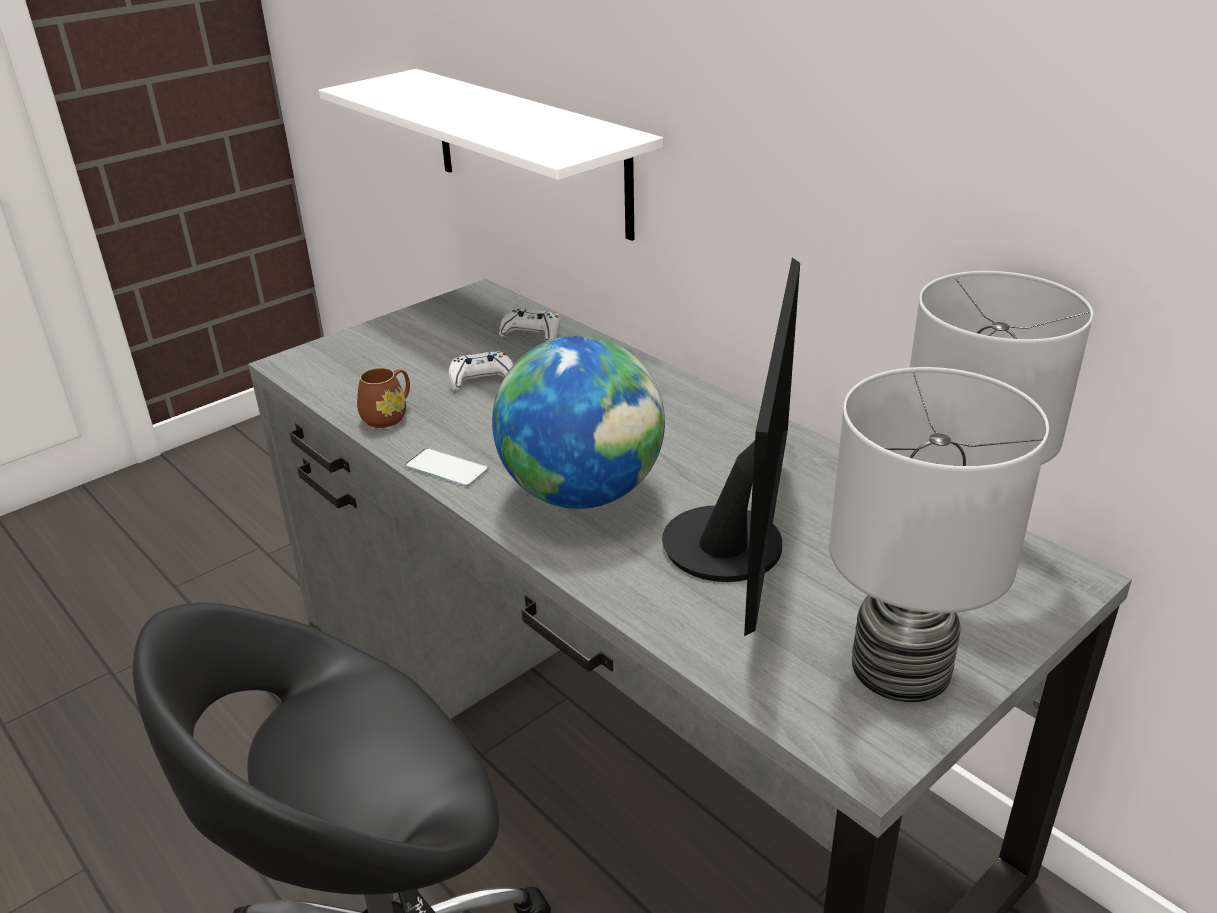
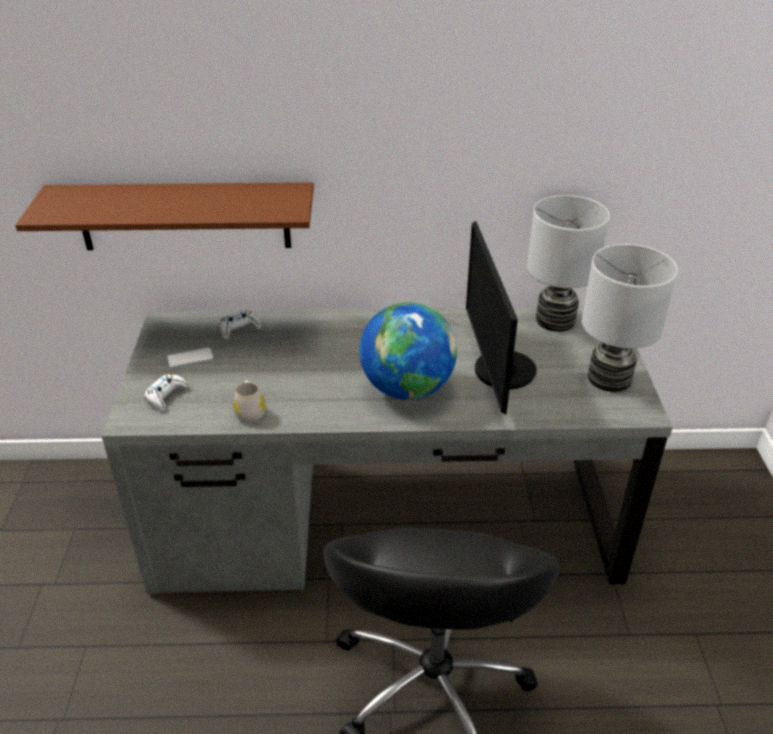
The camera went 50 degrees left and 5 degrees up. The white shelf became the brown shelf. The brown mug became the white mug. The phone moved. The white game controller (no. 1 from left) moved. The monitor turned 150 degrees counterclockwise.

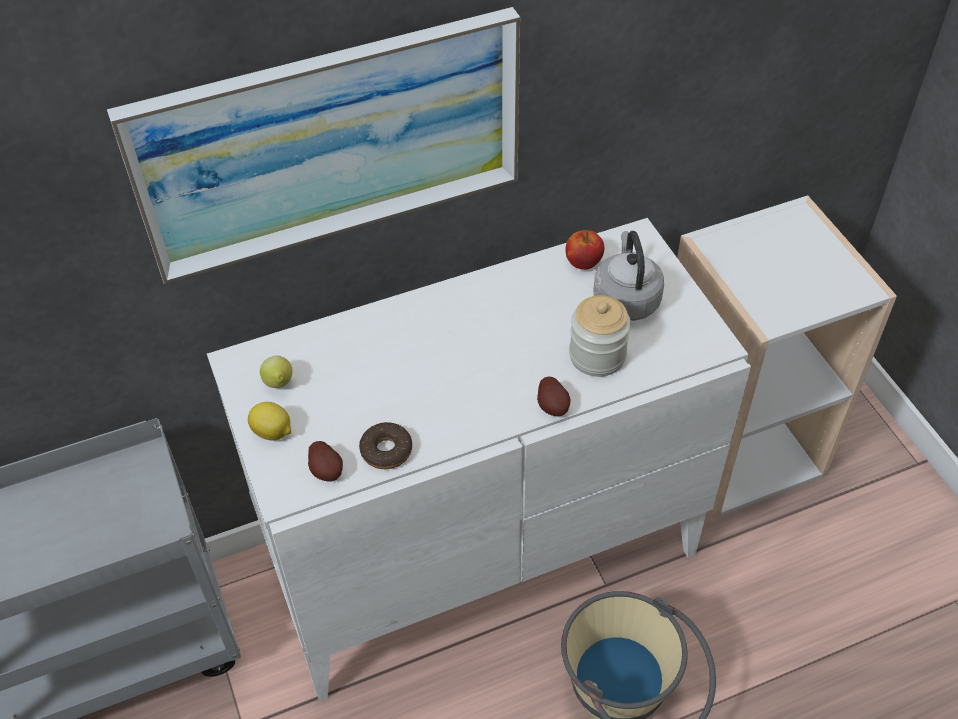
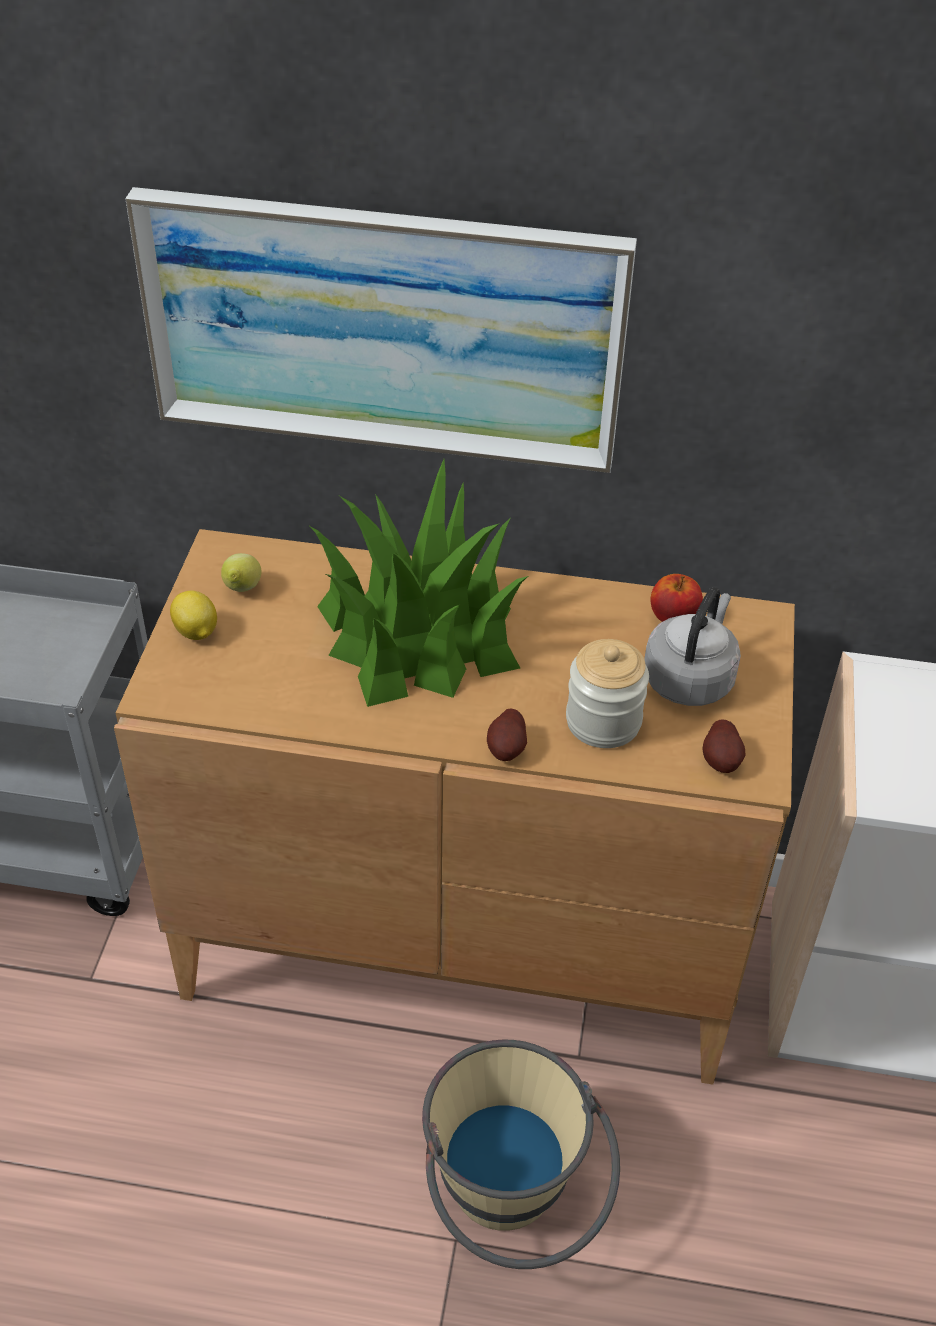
The camera went 30 degrees right and 5 degrees down. The white cabinet became the brown cabinet. The potato (no. 1 from left in the first image) moved. The donut disappeared. The potted plant appeared.

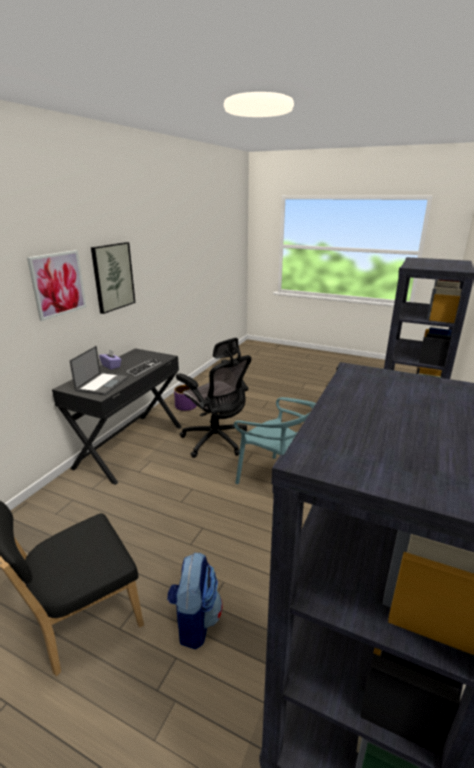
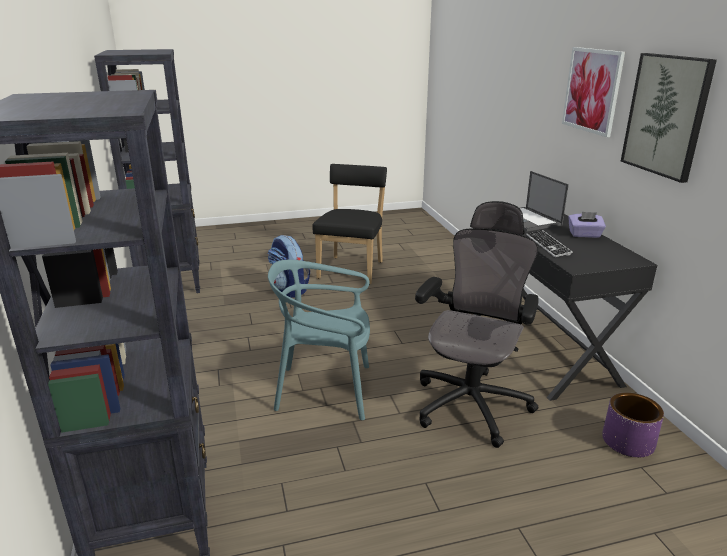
The camera went 140 degrees right and 0 degrees up. The office chair turned 105 degrees clockwise.

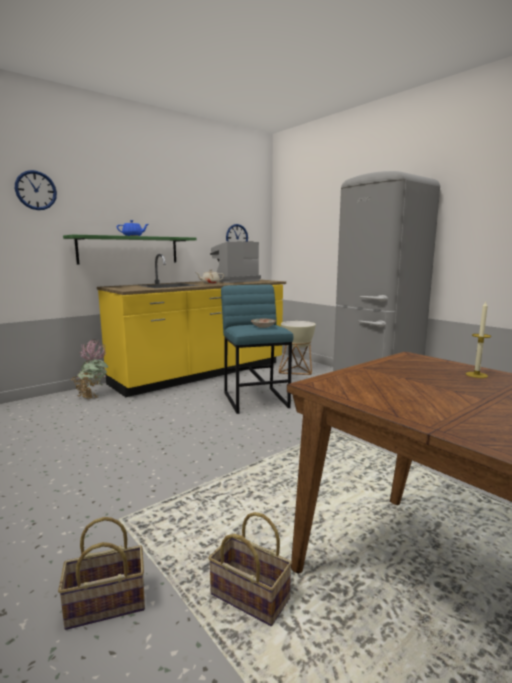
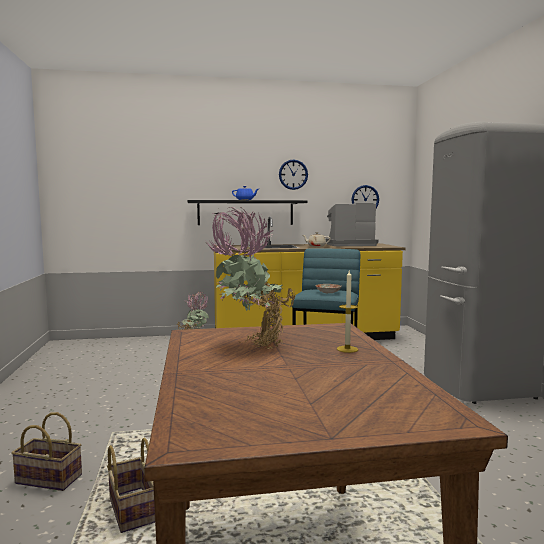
The camera went 30 degrees right and 5 degrees down. The wall clock (no. 1 from left) moved. The green shelf became the black shelf. The planter disappeared. The potted plant (no. 2 from left) appeared.

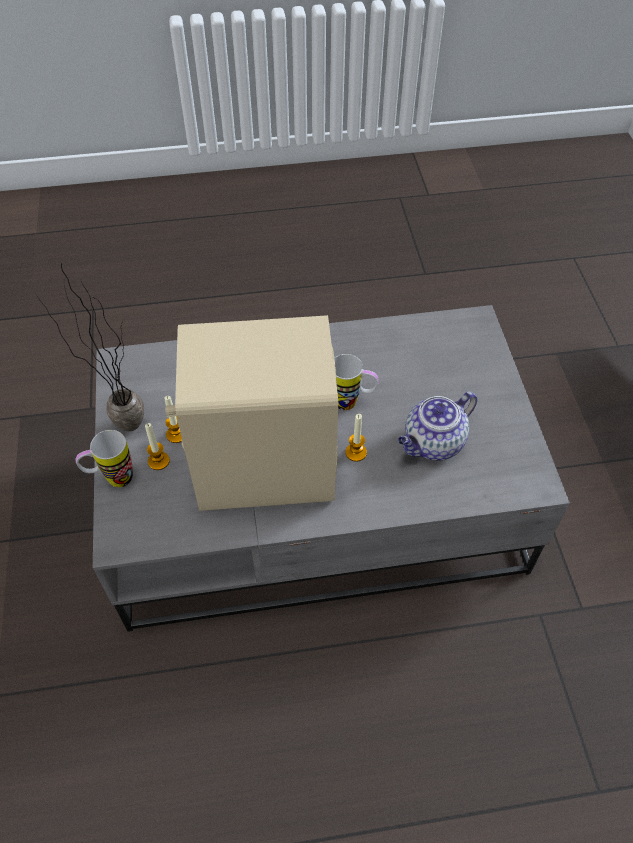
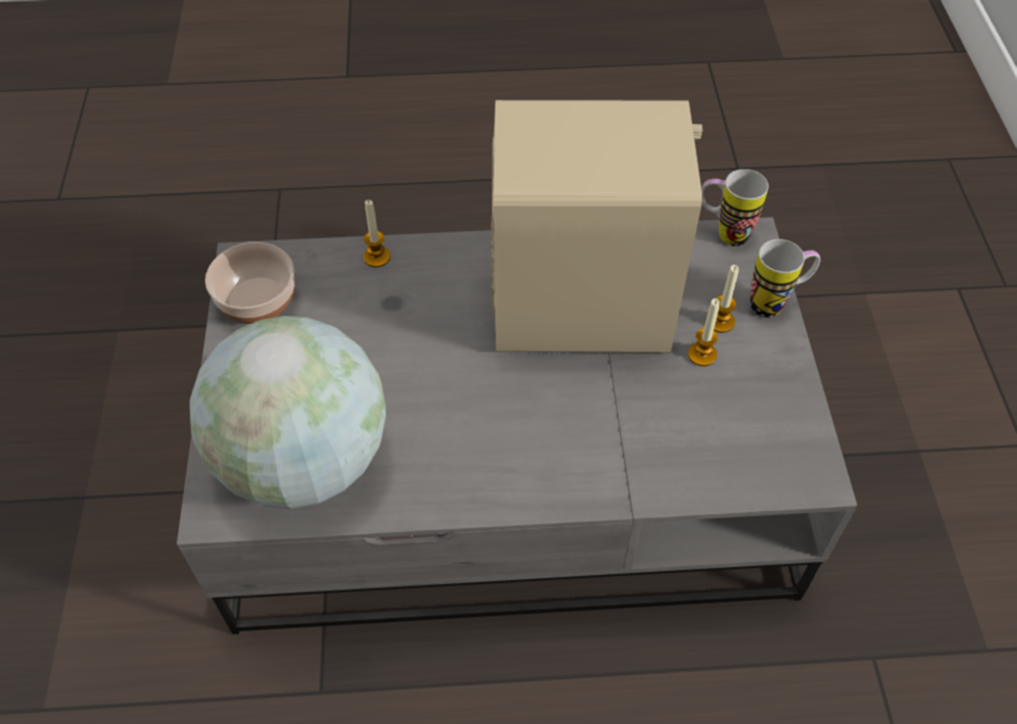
The camera went 175 degrees left and 0 degrees up. The potted plant disappeared. The mug (no. 2 from left in the first image) moved. The candle (no. 3 from left in the first image) moved. The teapot disappeared. The globe appeared. The bowl appeared.

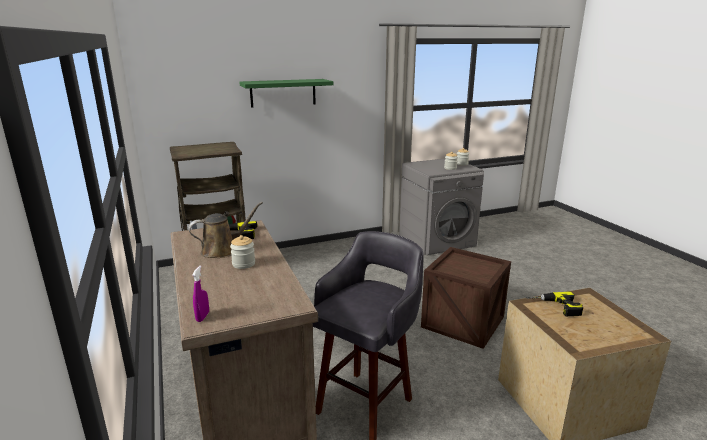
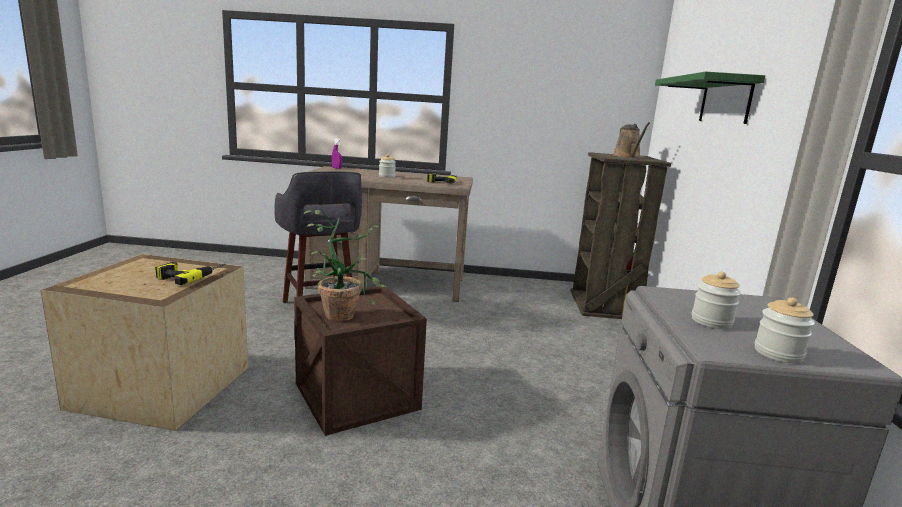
The camera went 115 degrees right and 5 degrees down. The brown watering can moved. The potted plant appeared.

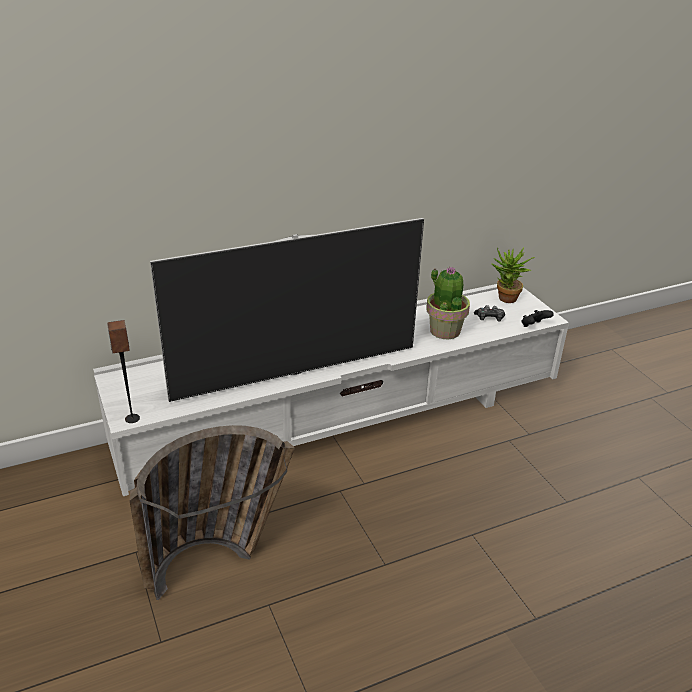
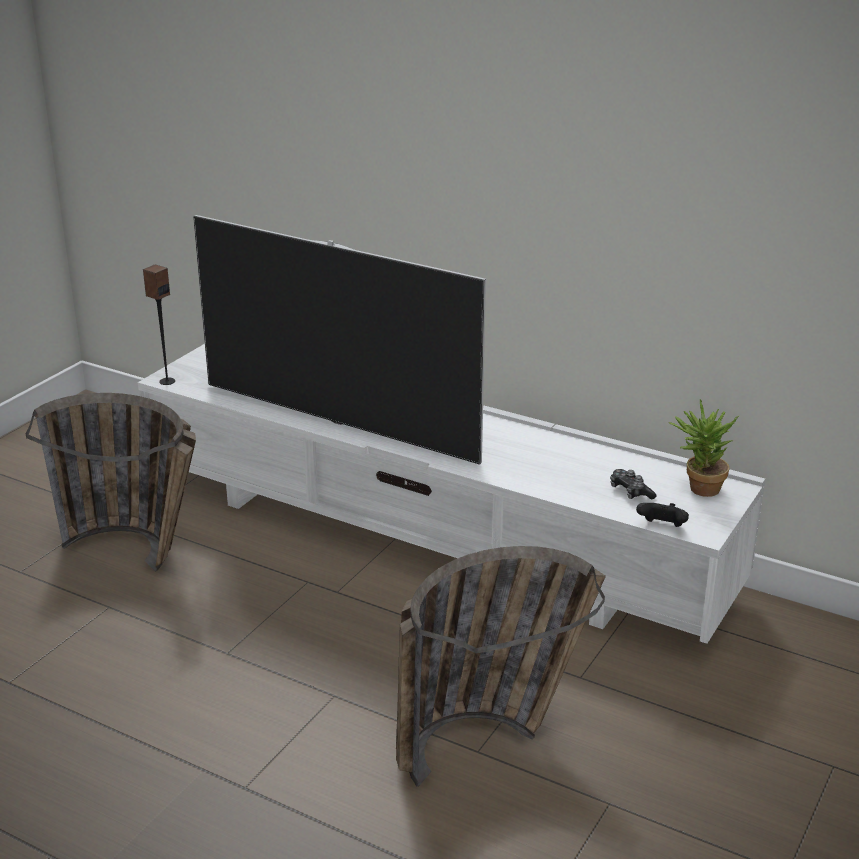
The camera went 55 degrees right and 5 degrees down. The potted plant (no. 1 from left) disappeared. The basket (no. 2 from left) appeared.

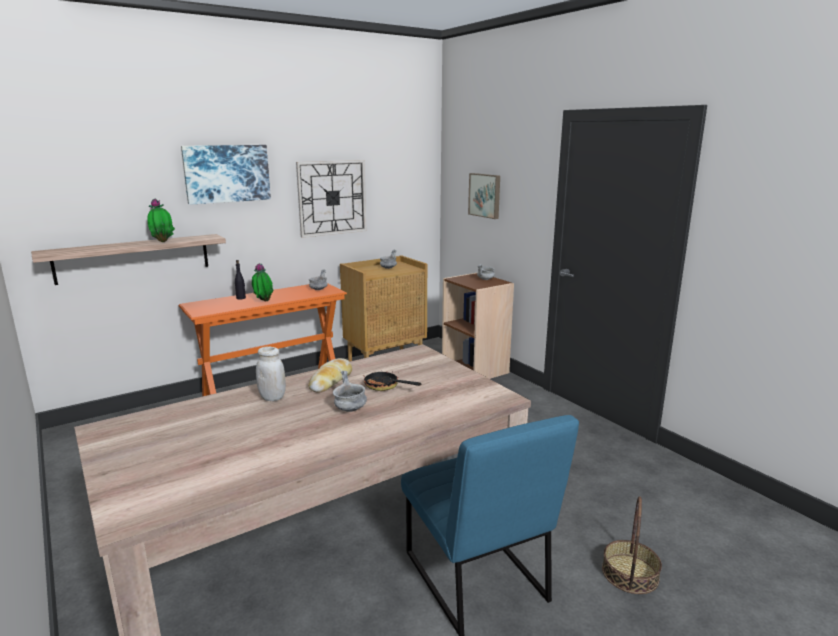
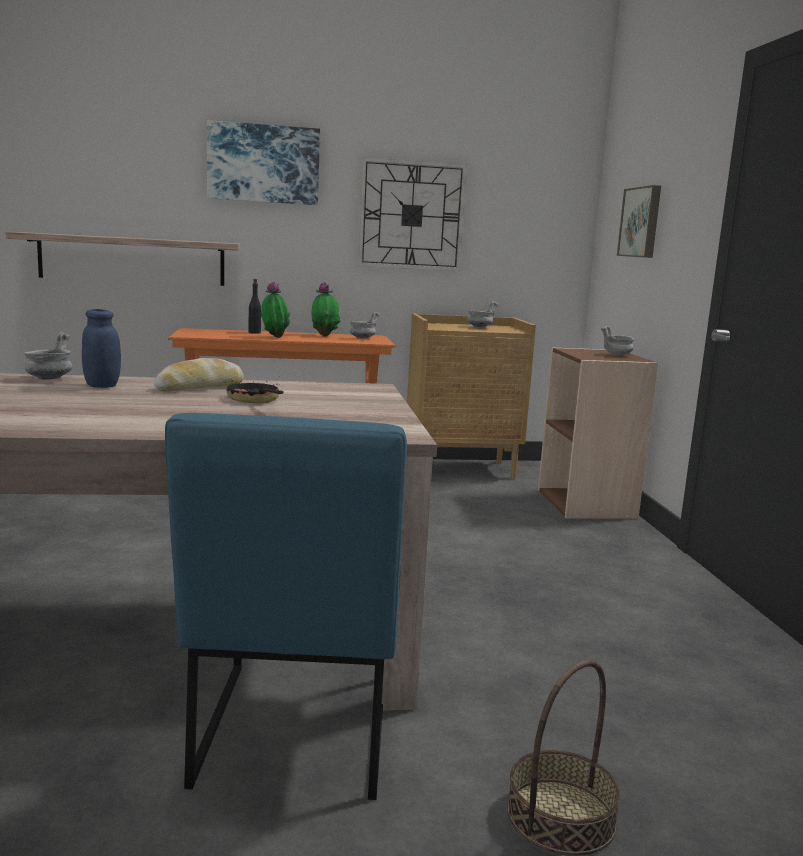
The camera went 25 degrees right and 5 degrees down. The potted plant (no. 1 from left in the first image) moved. The white jar became the blue jar. The grey bowl (no. 2 from left in the first image) moved.

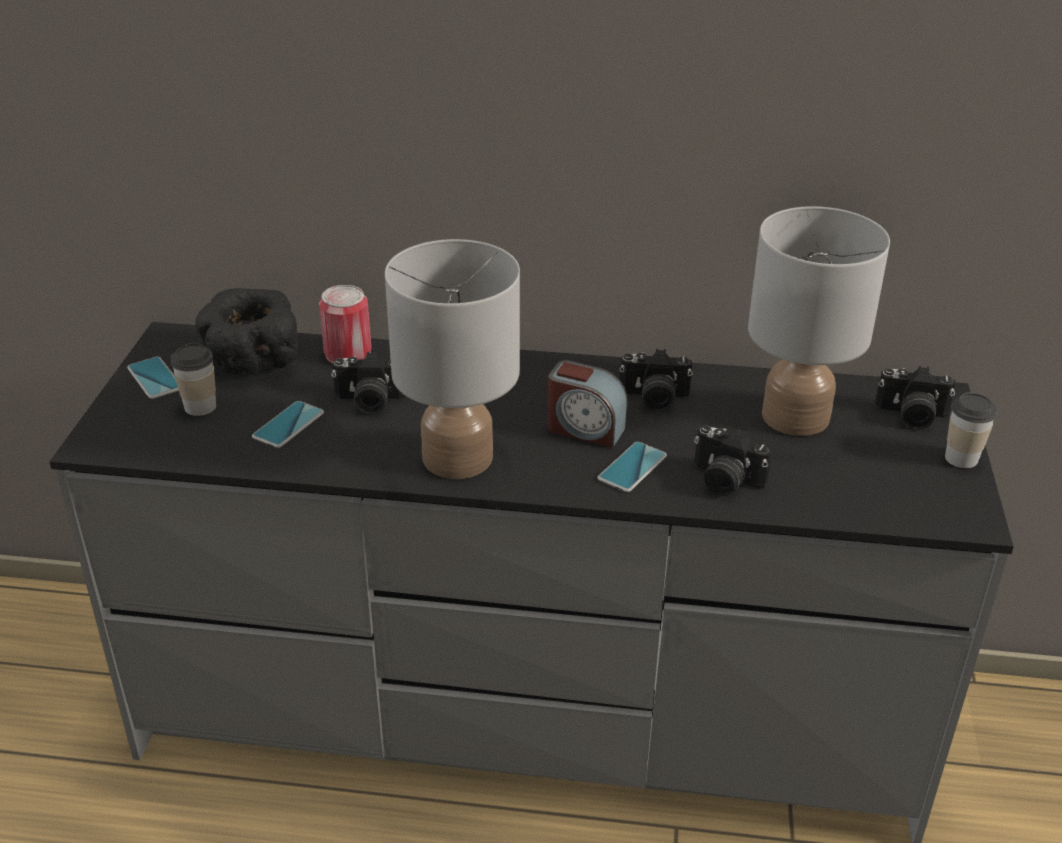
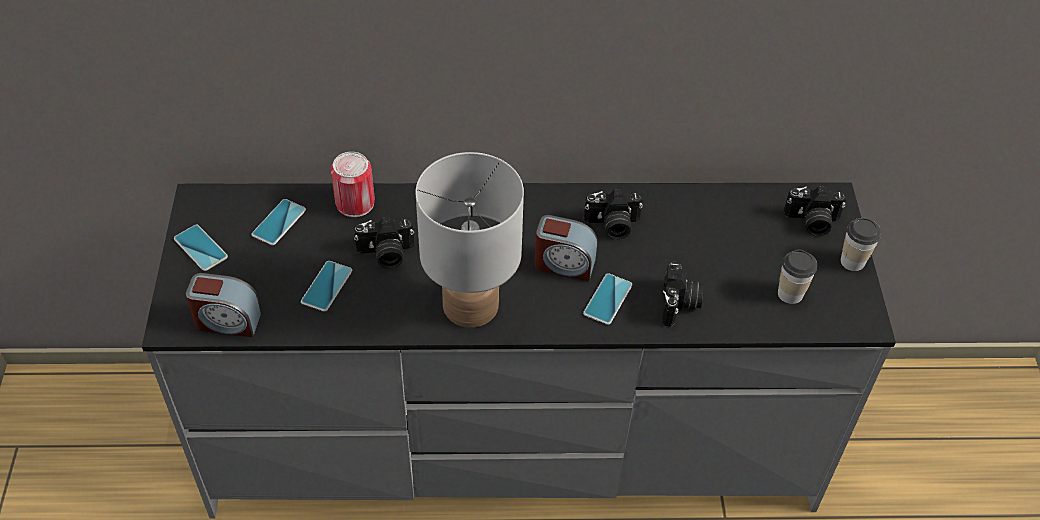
The camera went 10 degrees left and 15 degrees up. The cup (no. 1 from left) moved. The black bowl was replaced by the phone (no. 2 from left). The photo camera (no. 3 from left) turned 105 degrees counterclockwise. The grey table lamp (no. 2 from left) disappeared. The alarm clock (no. 1 from left) appeared.

